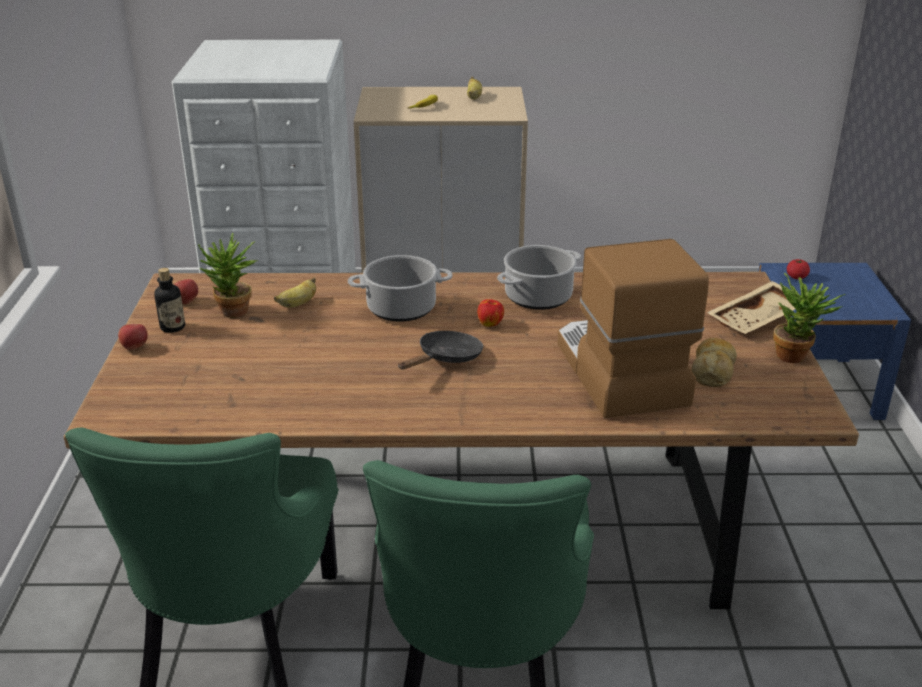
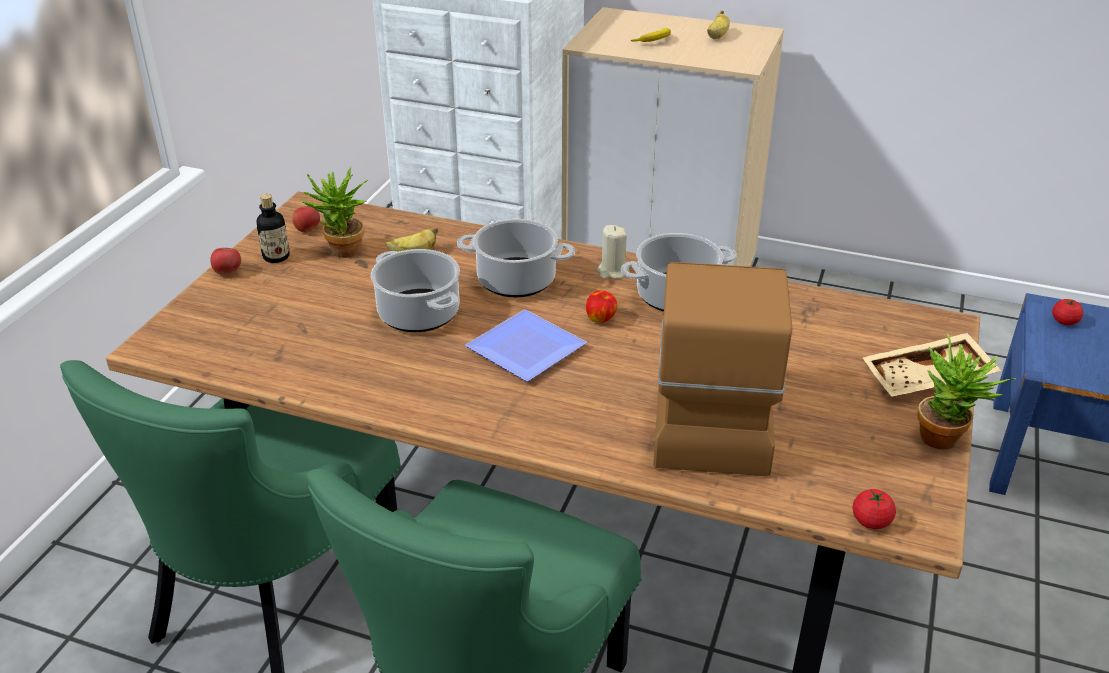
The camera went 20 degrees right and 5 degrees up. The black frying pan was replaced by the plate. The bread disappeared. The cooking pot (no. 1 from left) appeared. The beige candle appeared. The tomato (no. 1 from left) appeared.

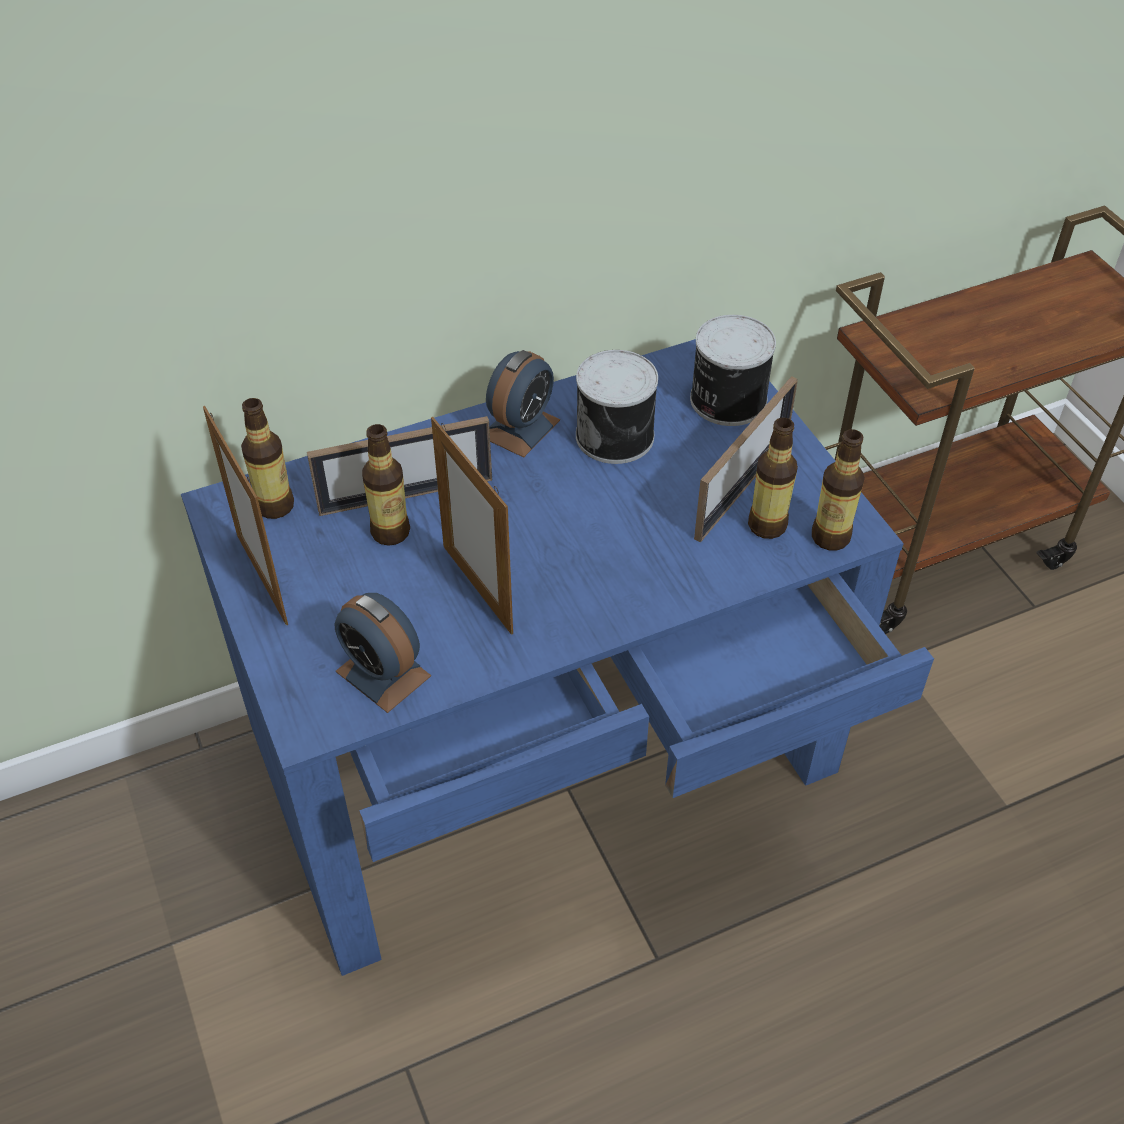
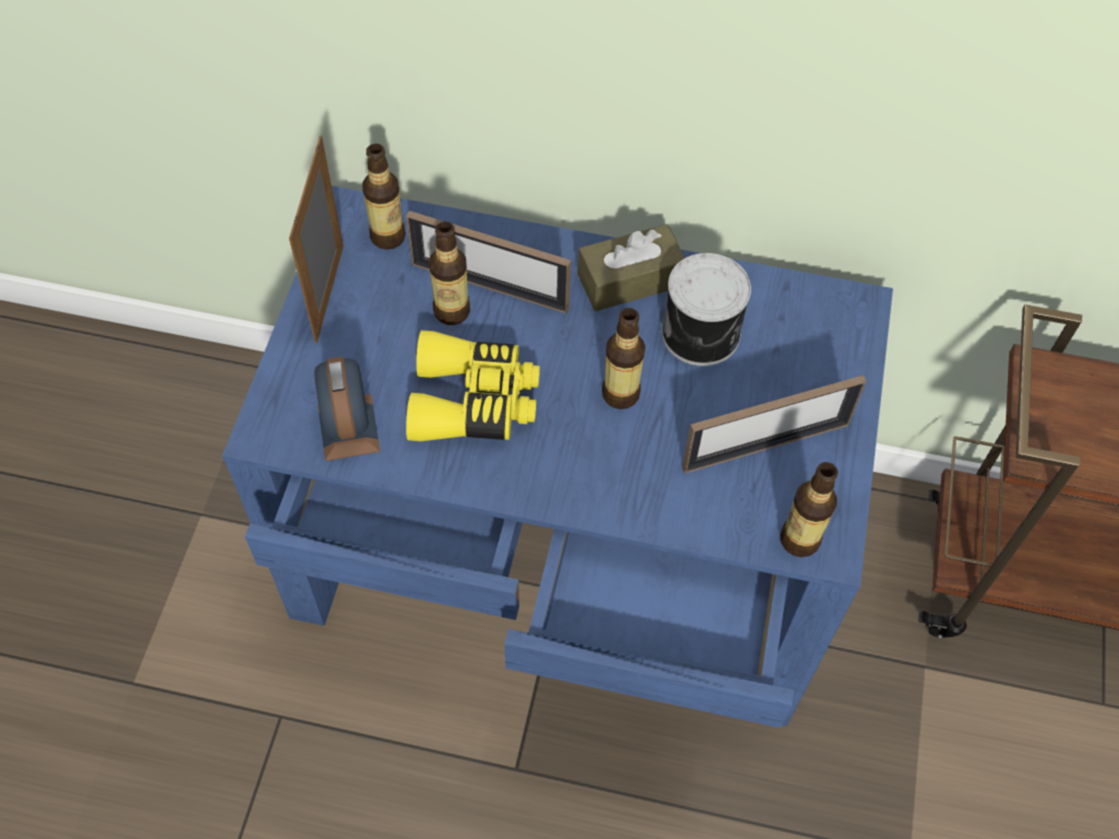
The camera went 35 degrees right and 10 degrees up. The picture frame (no. 3 from left) was replaced by the yellow binoculars. The alarm clock (no. 2 from left) was replaced by the brown tissue box. The can (no. 2 from left) disappeared. The bottle (no. 3 from left) moved.

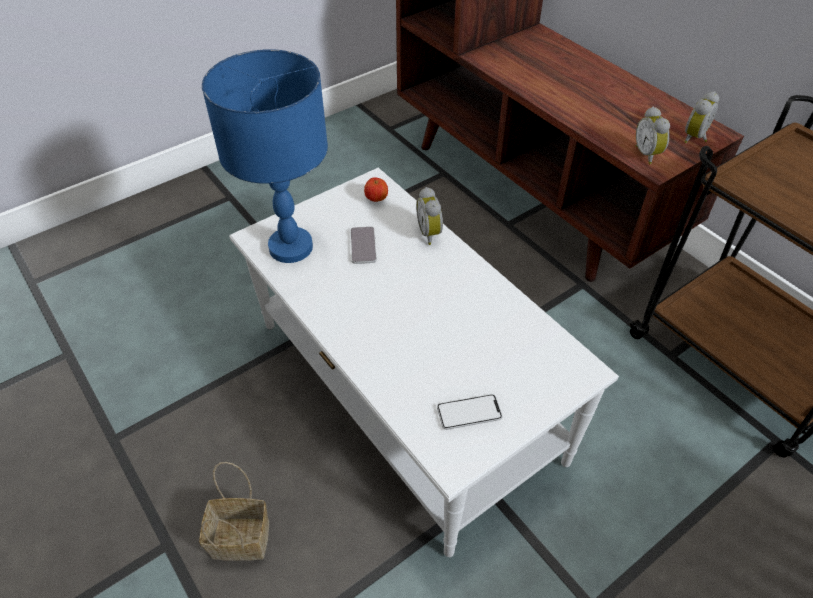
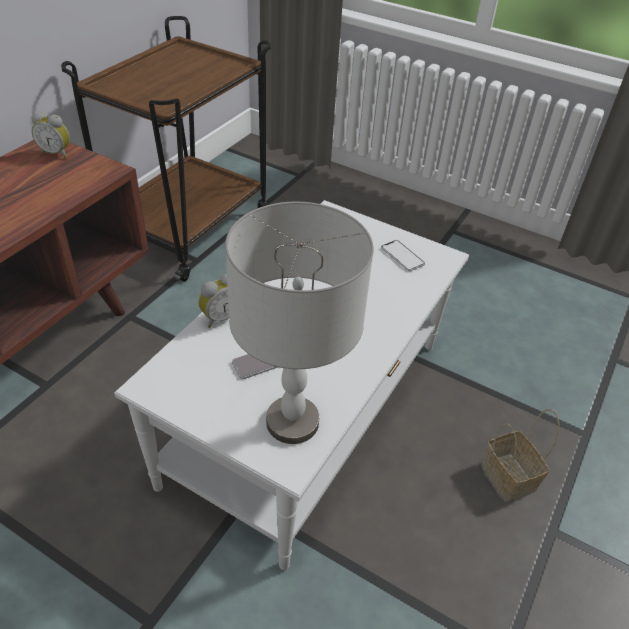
The camera went 115 degrees left and 5 degrees down. The blue table lamp became the grey table lamp. The apple disappeared. The alarm clock (no. 2 from left) disappeared.

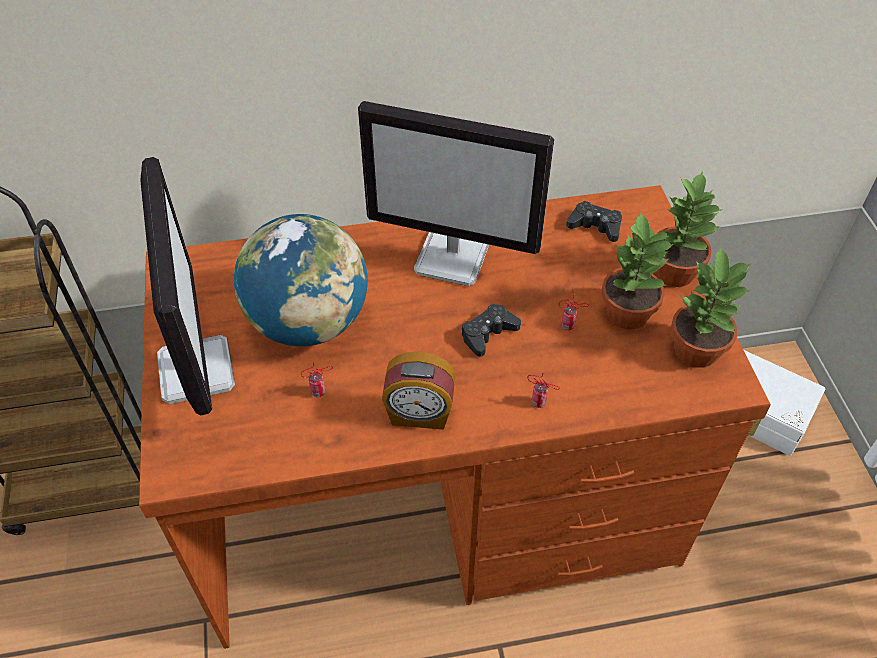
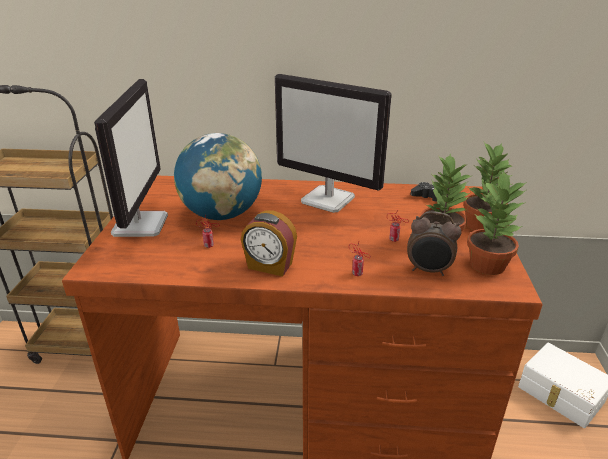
The camera went 15 degrees right and 20 degrees down. The black game controller (no. 1 from left) disappeared. The alarm clock (no. 2 from left) appeared.

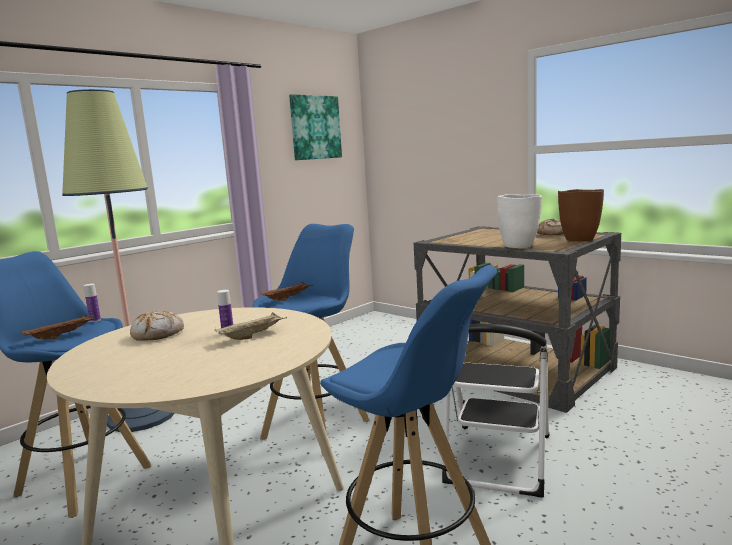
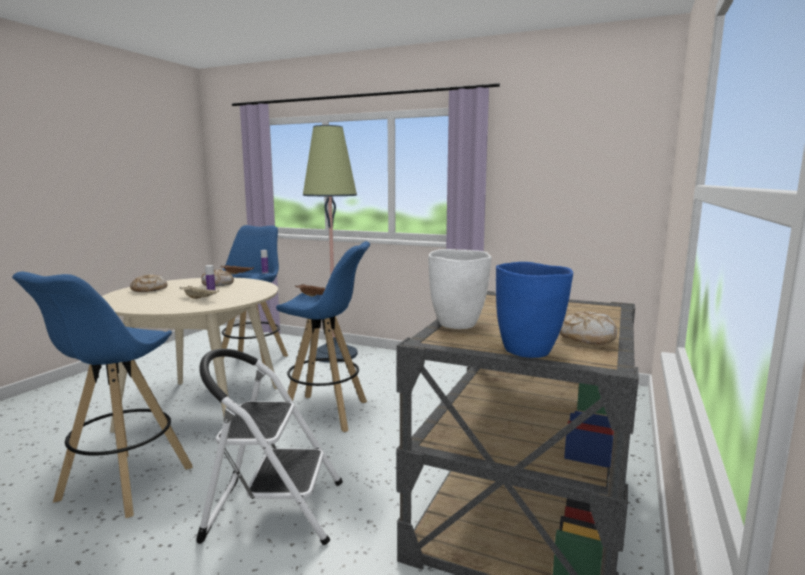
The camera went 70 degrees right and 0 degrees up. The picture disappeared. The brown vase became the blue vase. The bread (no. 1 from left) appeared.

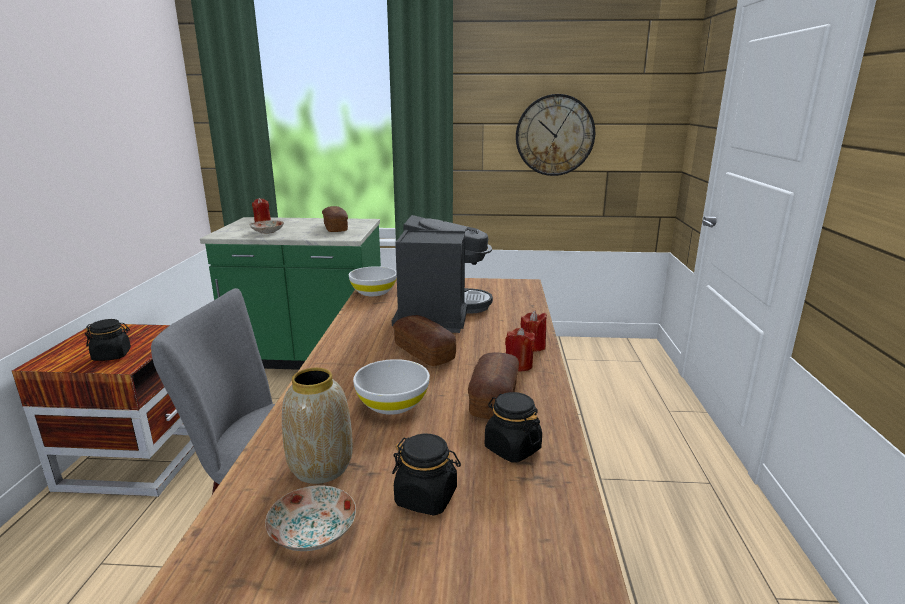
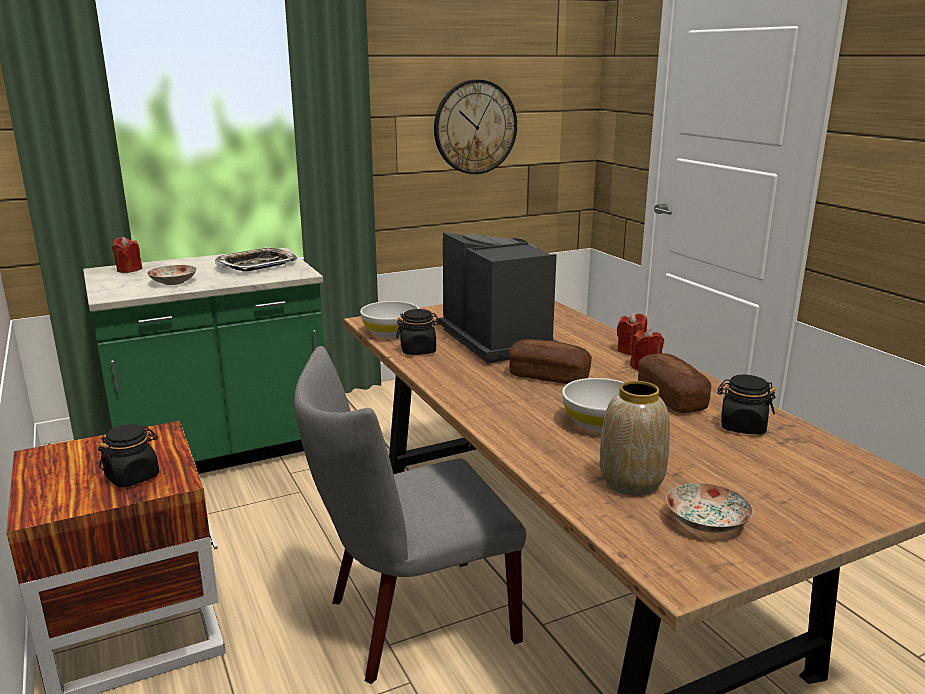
The camera went 30 degrees left and 0 degrees up. The bread (no. 1 from left) was replaced by the tray. The black jar (no. 2 from left) moved.

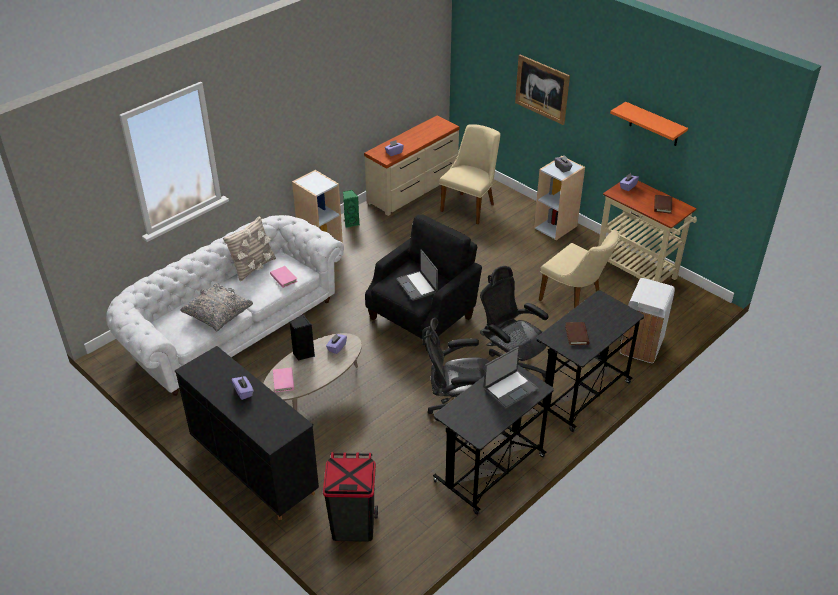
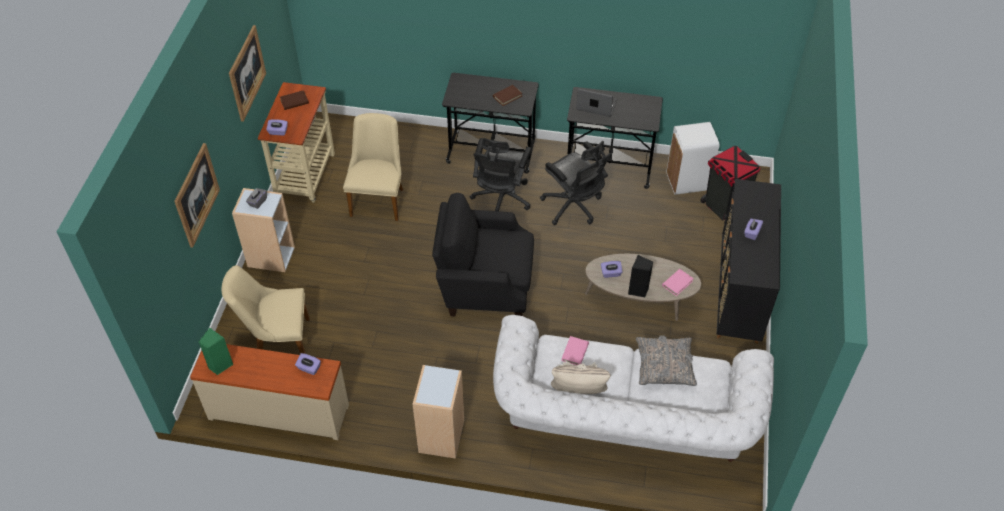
The camera went 125 degrees left and 10 degrees up. The green speaker moved. The laptop (no. 1 from left) disappeared. The orange shelf was replaced by the picture (no. 2 from left). The white trash can moved.

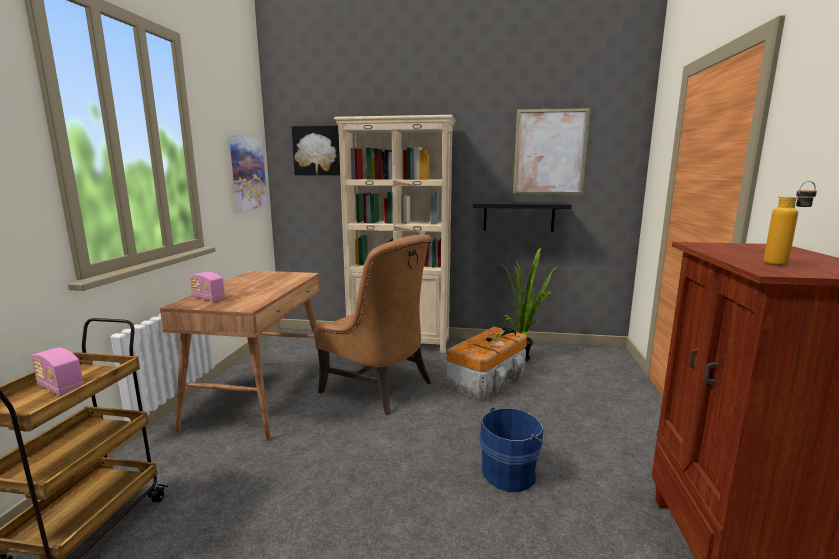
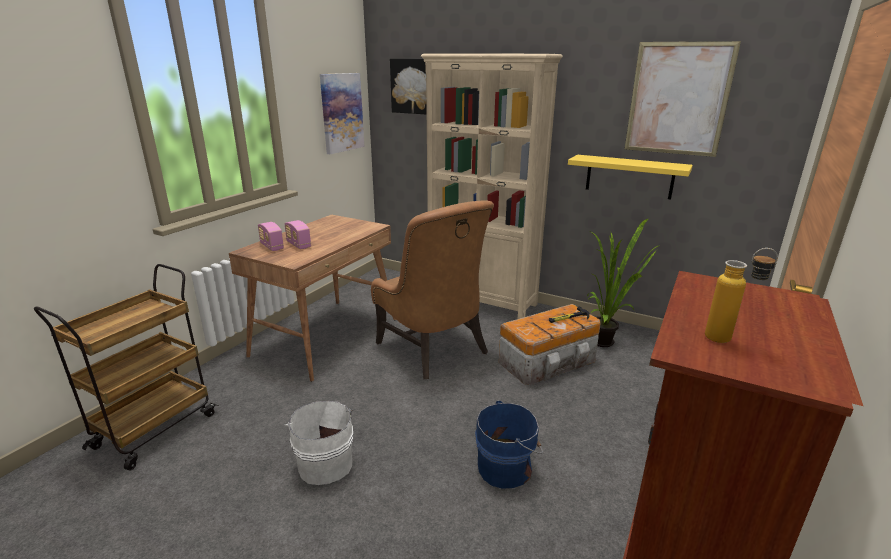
The camera went 20 degrees right and 10 degrees up. The radio (no. 1 from left in the first image) moved. The black shelf became the yellow shelf. The white bucket appeared.

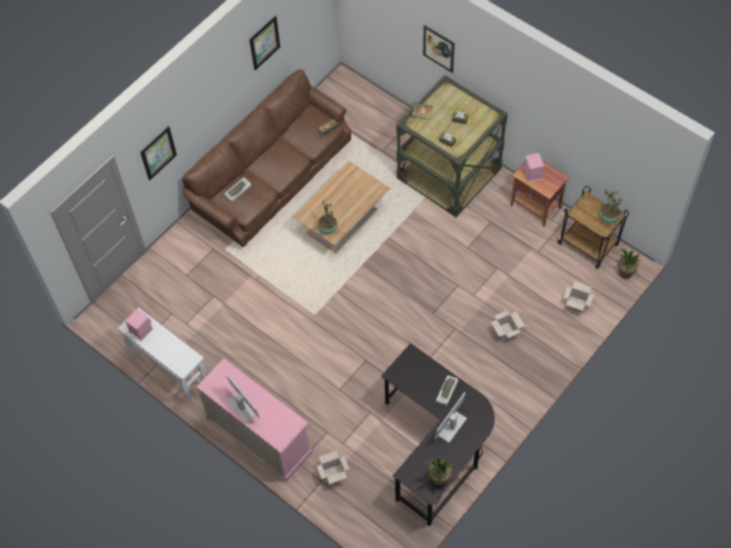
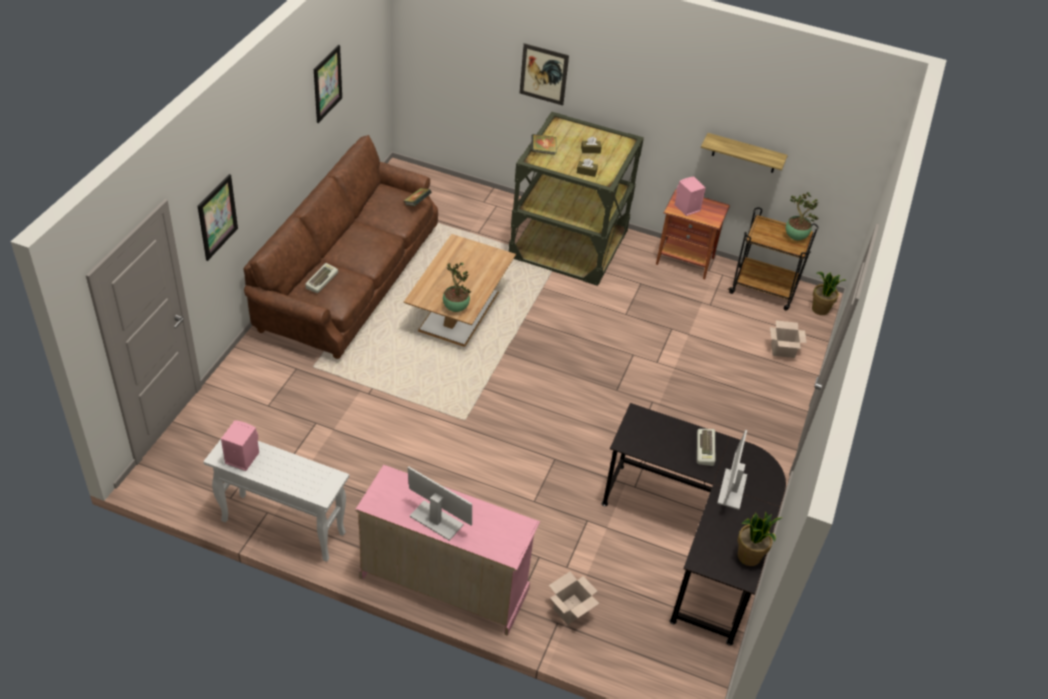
The camera went 25 degrees left and 15 degrees down. The cardboard box (no. 2 from left) disappeared. The shelf appeared.

